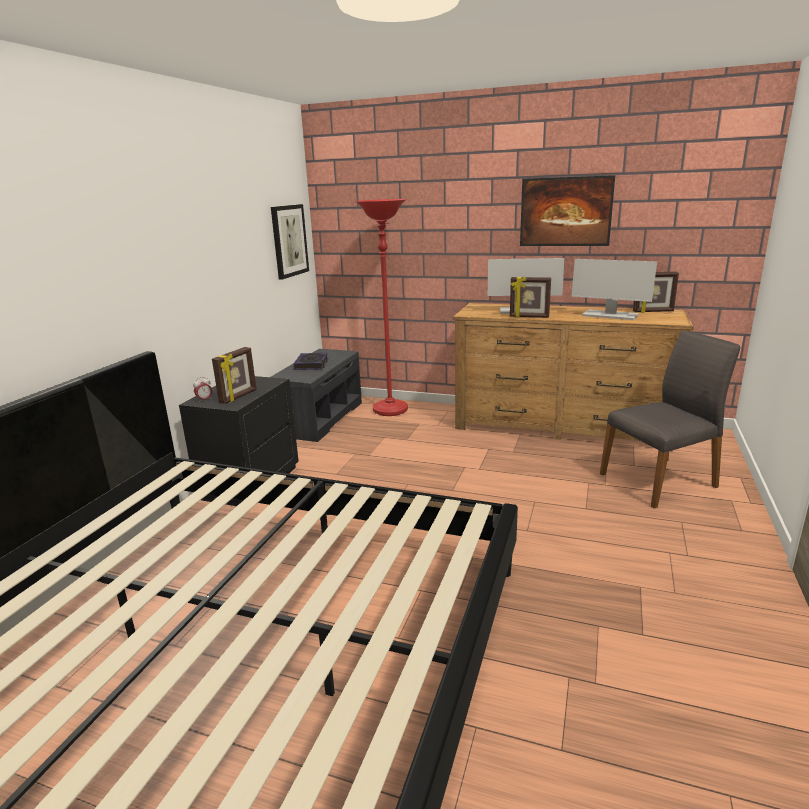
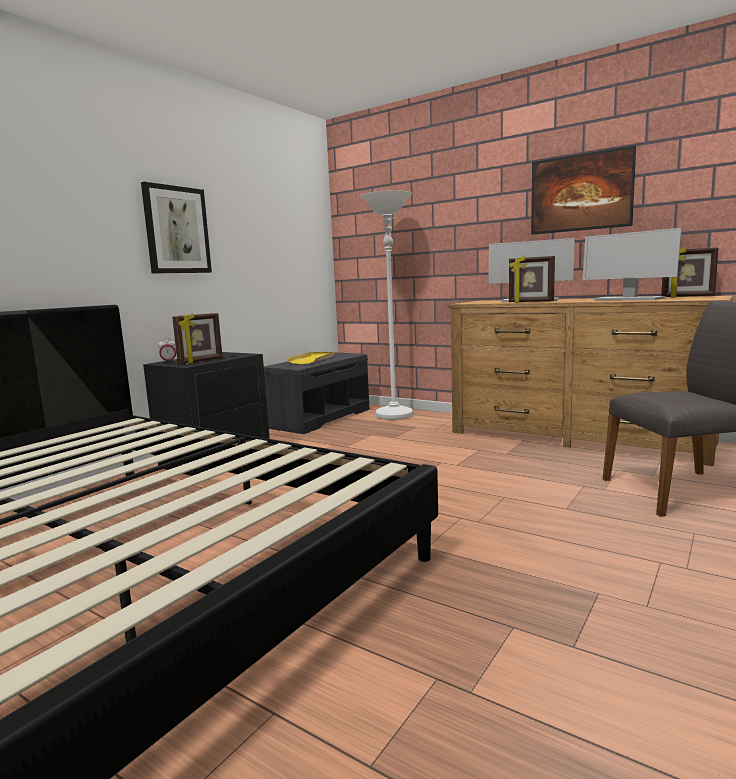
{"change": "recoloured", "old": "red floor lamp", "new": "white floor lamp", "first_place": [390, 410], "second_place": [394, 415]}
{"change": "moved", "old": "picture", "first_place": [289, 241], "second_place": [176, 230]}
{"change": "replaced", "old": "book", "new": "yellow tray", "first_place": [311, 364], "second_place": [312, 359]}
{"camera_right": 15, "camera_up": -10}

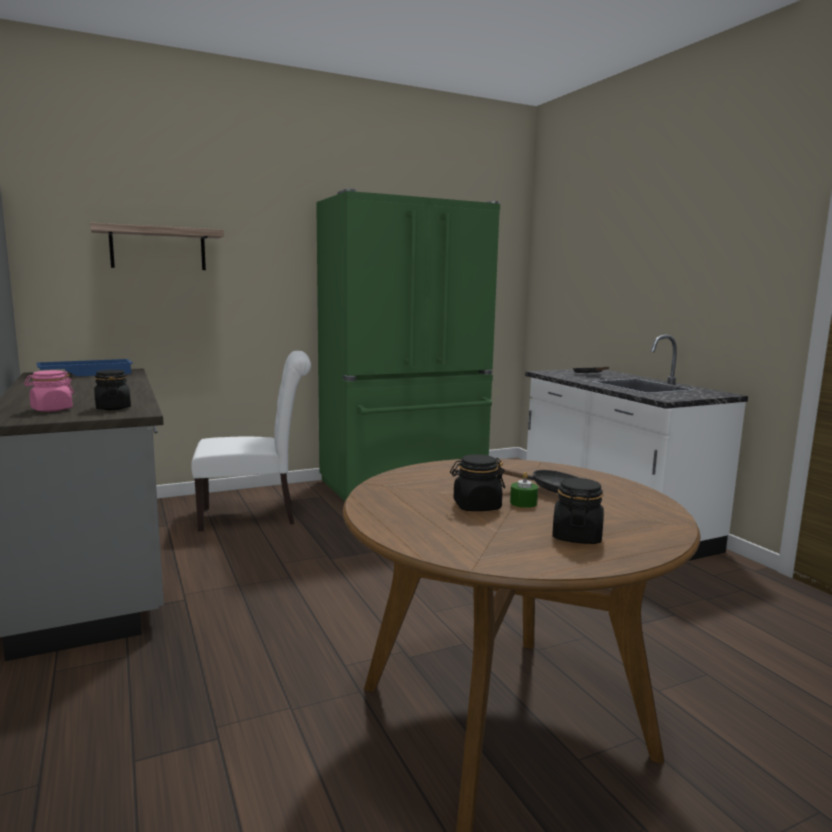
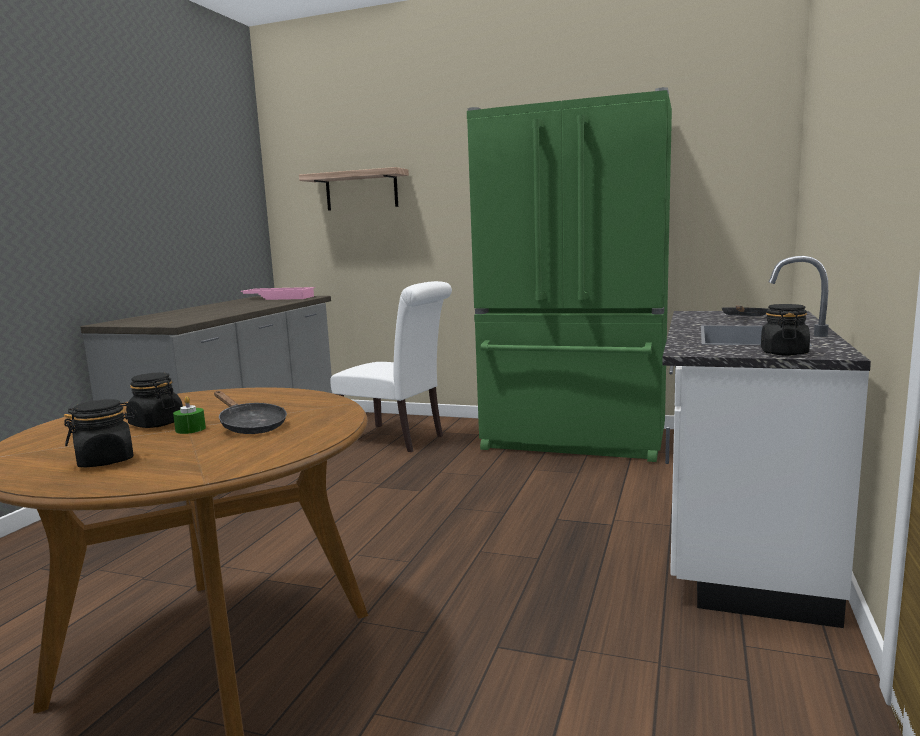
{"change": "recoloured", "old": "blue tray", "new": "pink tray", "first_place": [87, 373], "second_place": [280, 298]}
{"change": "removed", "old": "pink jar", "first_place": [51, 409]}
{"change": "moved", "old": "black jar", "first_place": [113, 408], "second_place": [783, 353]}
{"camera_right": 45, "camera_up": 0}

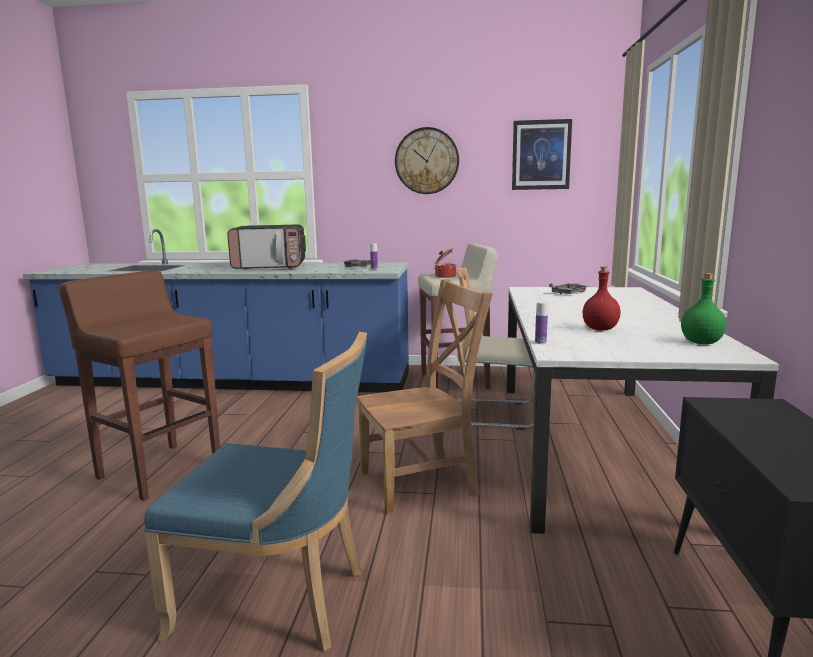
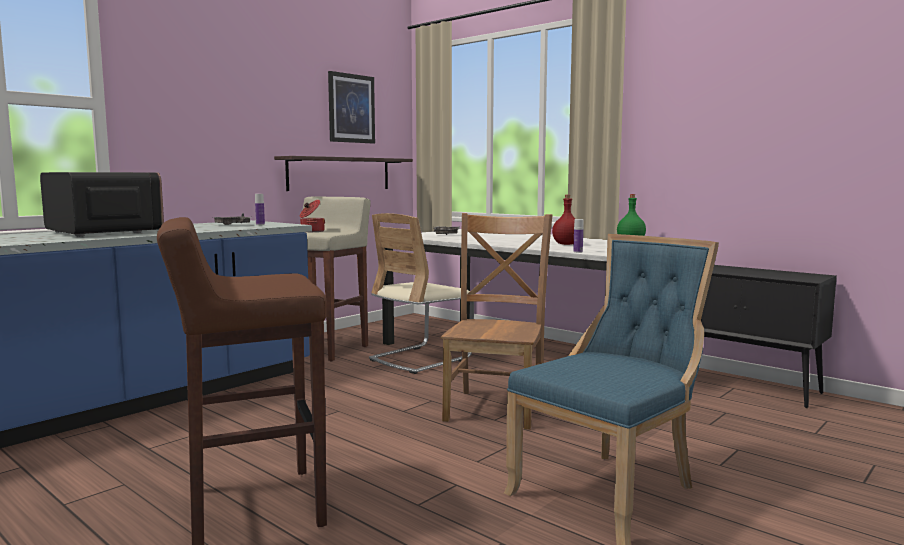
{"change": "removed", "old": "wall clock", "first_place": [427, 161]}
{"change": "turned", "old": "microwave", "first_place": [270, 266], "second_place": [103, 232], "degrees": -75}
{"change": "added", "new": "shelf", "second_place": [339, 174]}
{"camera_right": -55, "camera_up": -5}

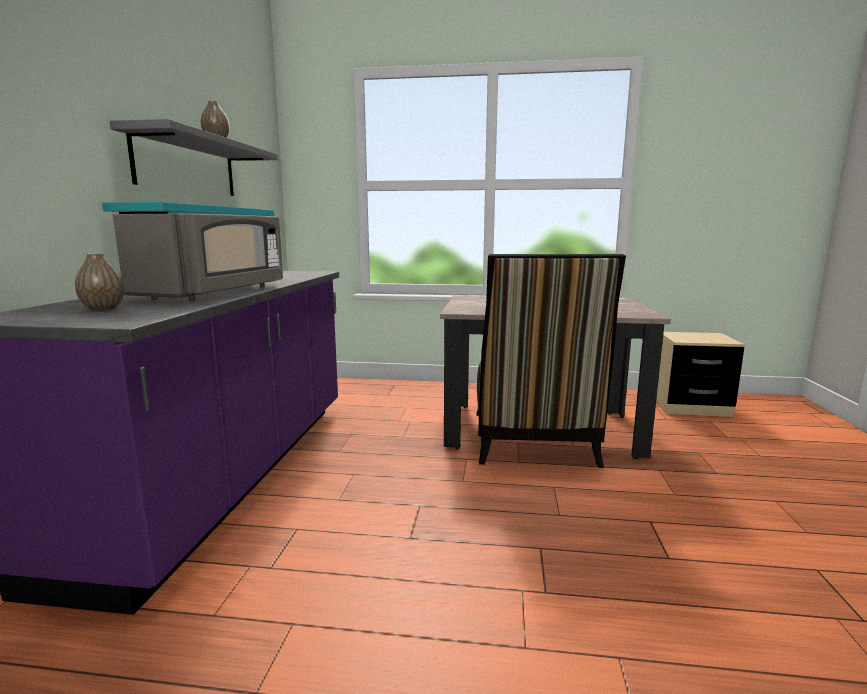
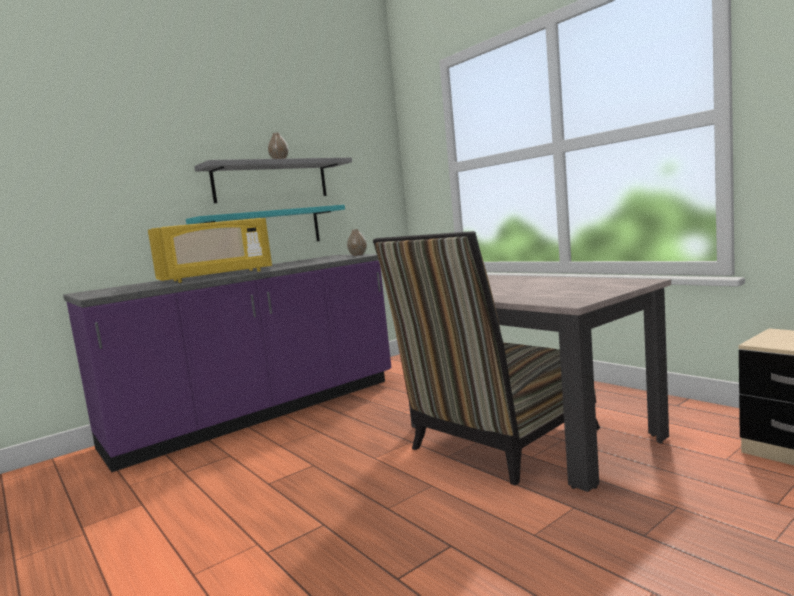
{"change": "recoloured", "old": "grey microwave", "new": "yellow microwave", "first_place": [216, 293], "second_place": [216, 276]}
{"change": "moved", "old": "vase", "first_place": [103, 308], "second_place": [358, 255]}
{"camera_right": 45, "camera_up": -5}

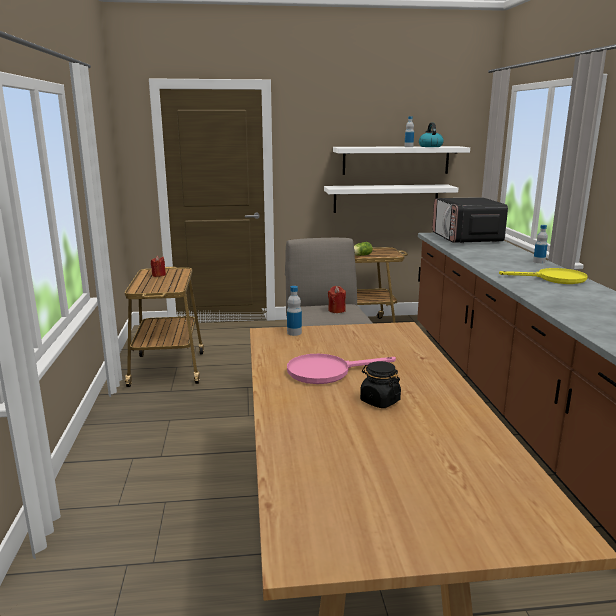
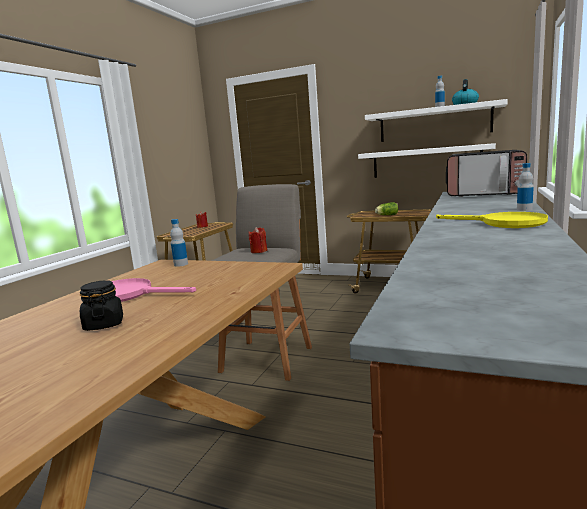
{"change": "turned", "old": "microwave", "first_place": [466, 238], "second_place": [484, 194], "degrees": -90}
{"camera_right": 30, "camera_up": -5}

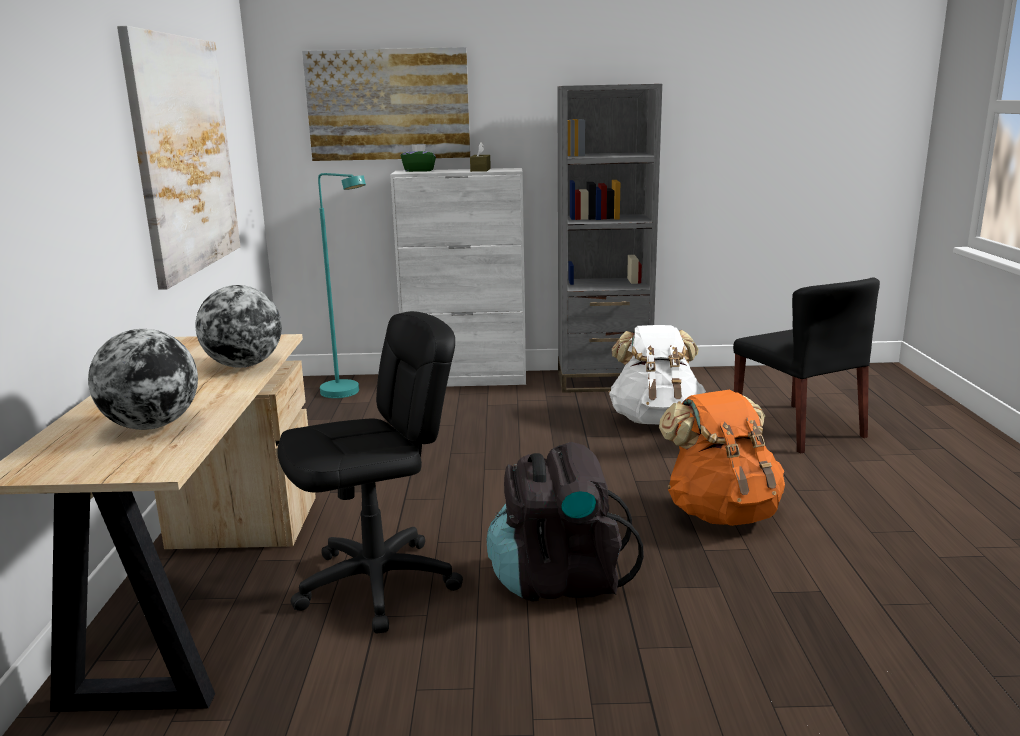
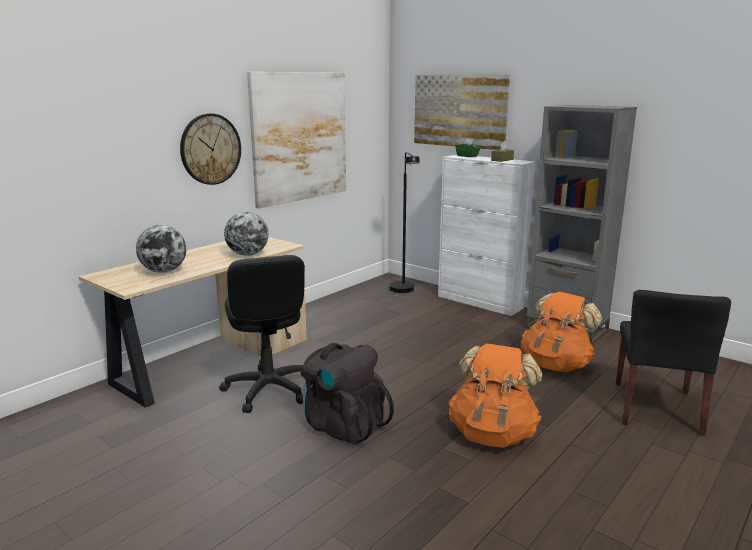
{"change": "recoloured", "old": "turquoise floor lamp", "new": "black floor lamp", "first_place": [348, 393], "second_place": [404, 291]}
{"change": "turned", "old": "black office chair", "first_place": [377, 584], "second_place": [268, 389], "degrees": 60}
{"change": "recoloured", "old": "white backpack", "new": "orange backpack", "first_place": [655, 419], "second_place": [556, 365]}
{"change": "added", "new": "wall clock", "second_place": [210, 149]}
{"camera_right": 40, "camera_up": 0}

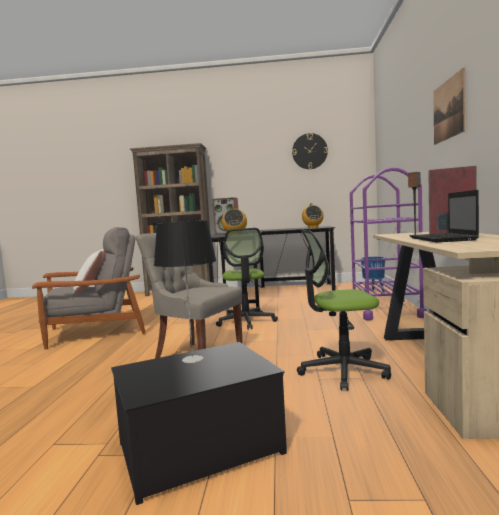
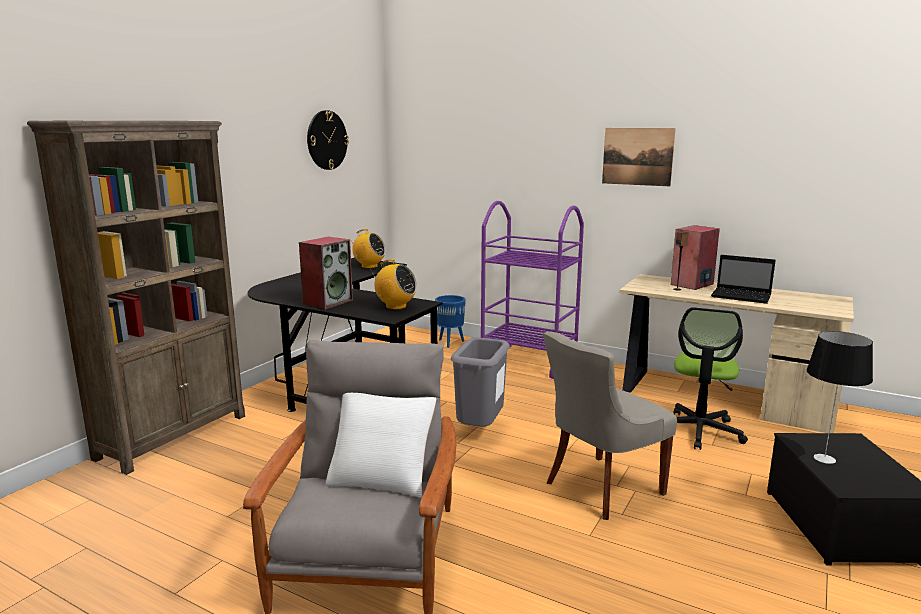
{"change": "replaced", "old": "office chair", "new": "grey trash can", "first_place": [246, 321], "second_place": [480, 430]}
{"camera_right": -65, "camera_up": 10}

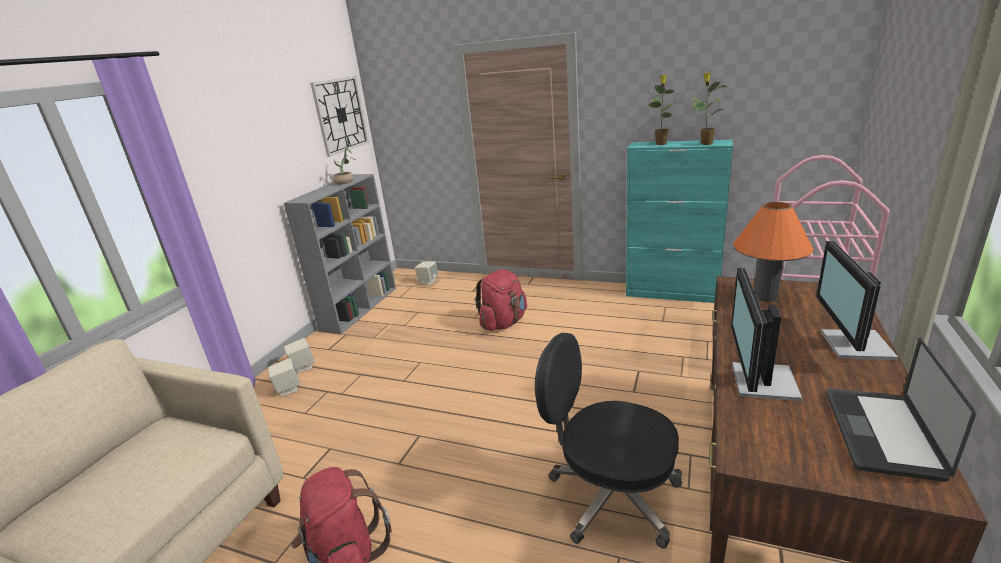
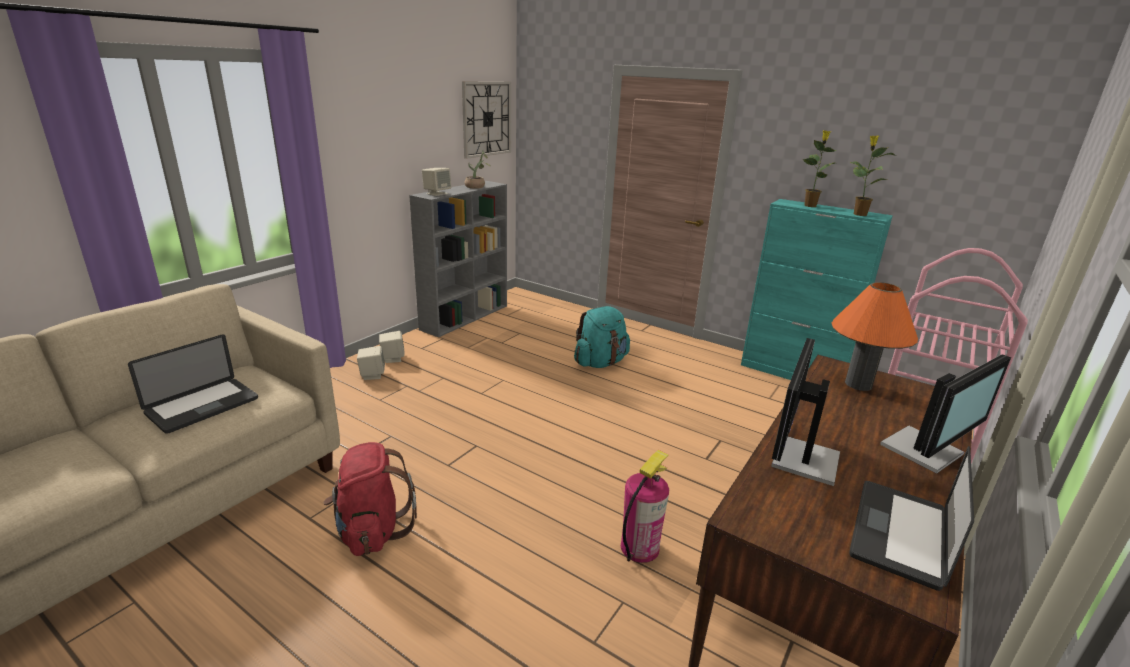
{"change": "turned", "old": "monitor", "first_place": [853, 345], "second_place": [925, 451], "degrees": -150}
{"change": "moved", "old": "beige speaker", "first_place": [428, 281], "second_place": [437, 193]}
{"change": "recoloured", "old": "red backpack", "new": "turquoise backpack", "first_place": [503, 323], "second_place": [600, 362]}
{"change": "replaced", "old": "black office chair", "new": "fire extinguisher", "first_place": [611, 496], "second_place": [639, 547]}
{"change": "added", "new": "laptop", "second_place": [202, 406]}
{"camera_right": 10, "camera_up": 0}

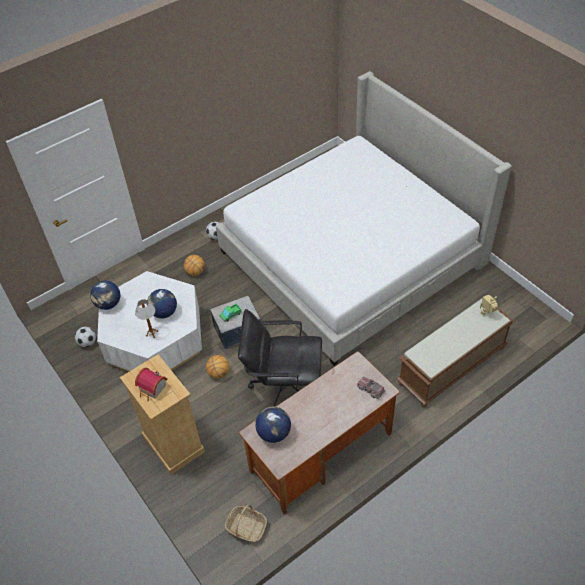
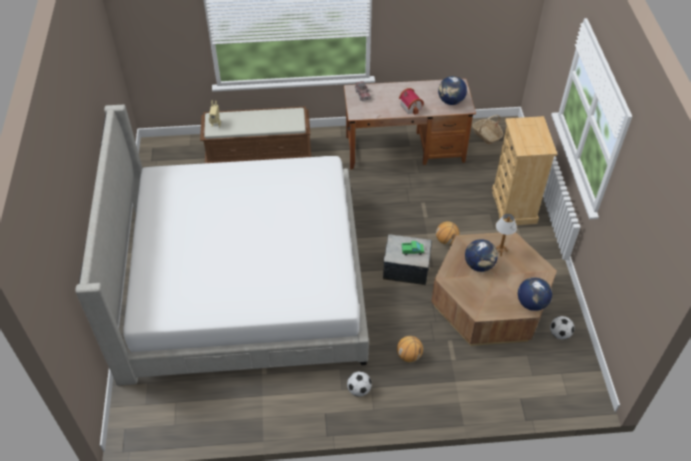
{"change": "recoloured", "old": "white coffee table", "new": "brown coffee table", "first_place": [155, 338], "second_place": [489, 302]}
{"change": "removed", "old": "black office chair", "first_place": [283, 387]}
{"change": "moved", "old": "toy house", "first_place": [152, 389], "second_place": [411, 106]}
{"camera_right": -150, "camera_up": 0}

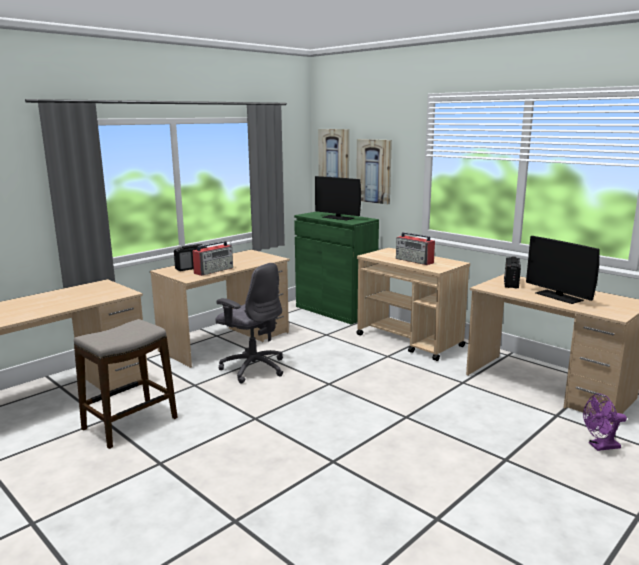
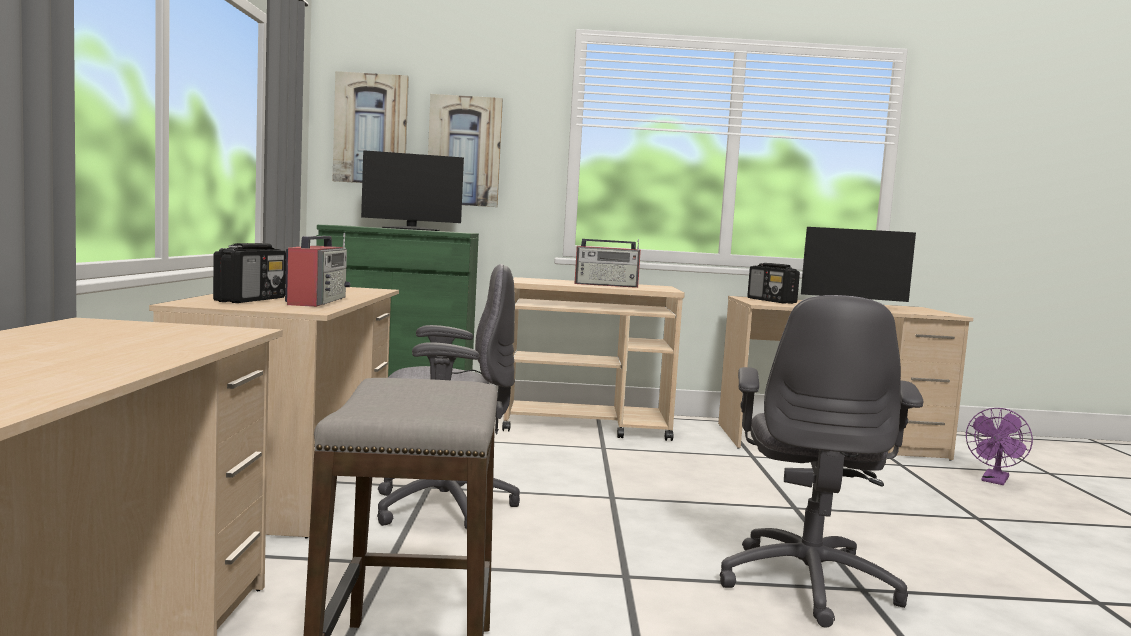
{"change": "added", "new": "grey office chair", "second_place": [808, 583]}
{"camera_right": -45, "camera_up": -10}

